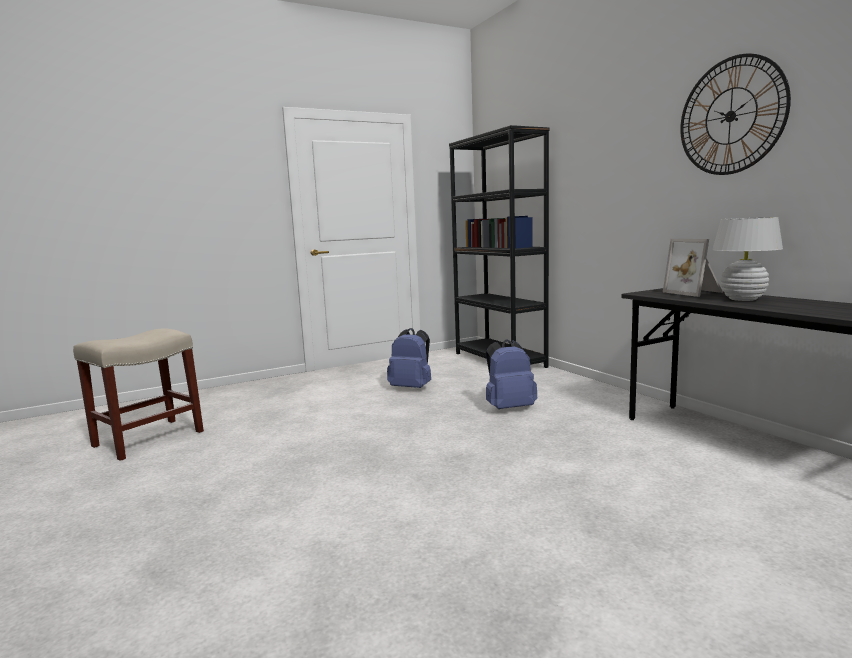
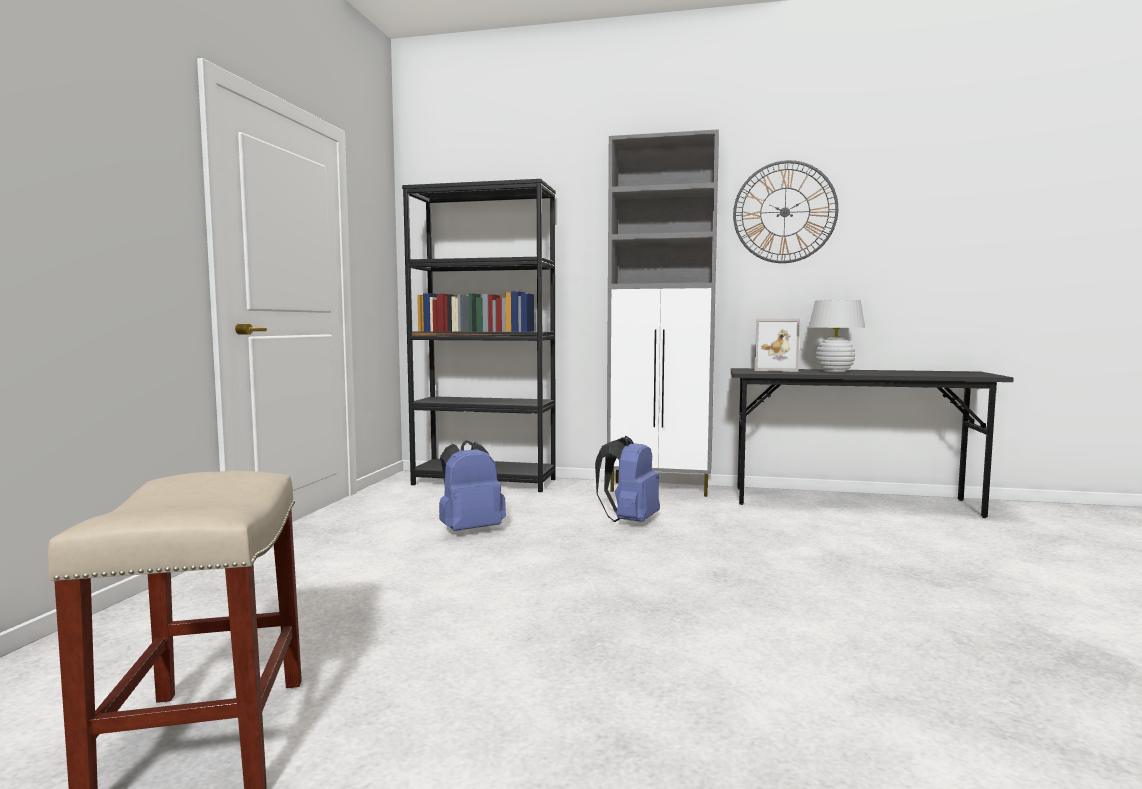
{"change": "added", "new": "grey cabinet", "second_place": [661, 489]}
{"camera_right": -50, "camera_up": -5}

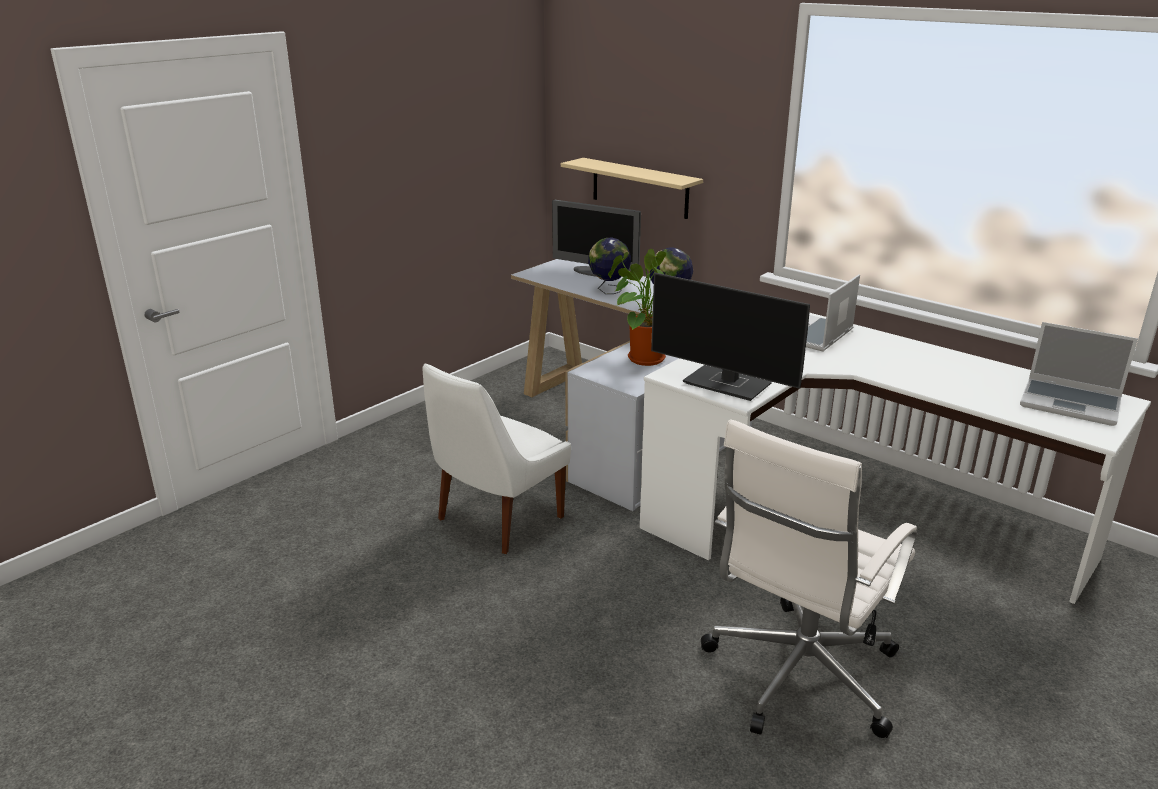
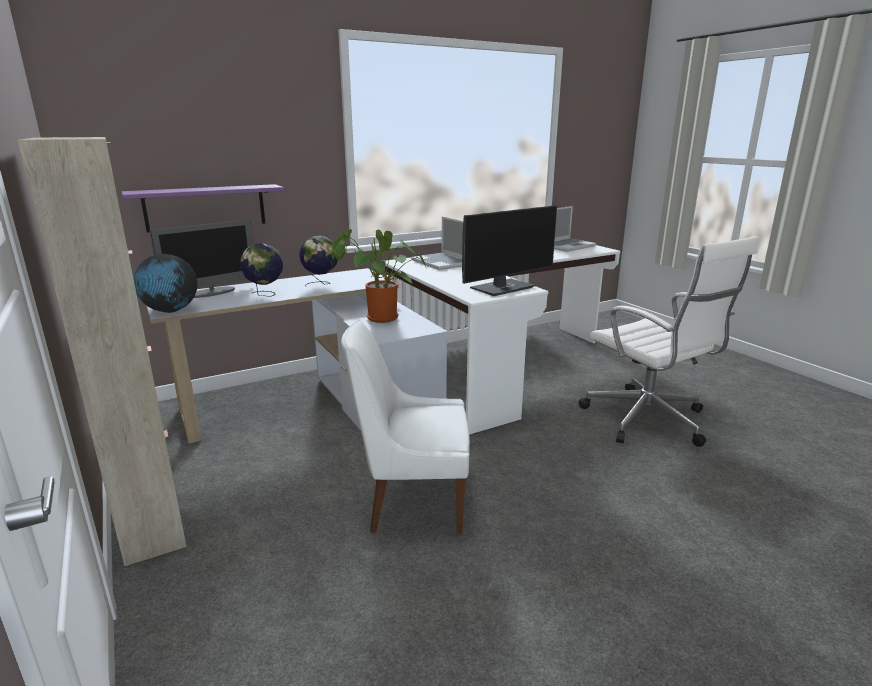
{"change": "recoloured", "old": "beige shelf", "new": "purple shelf", "first_place": [639, 188], "second_place": [205, 207]}
{"change": "turned", "old": "white chair", "first_place": [496, 520], "second_place": [412, 501], "degrees": 120}
{"change": "added", "new": "beige cabinet", "second_place": [152, 520]}
{"change": "added", "new": "globe", "second_place": [170, 311]}
{"camera_right": -70, "camera_up": -5}

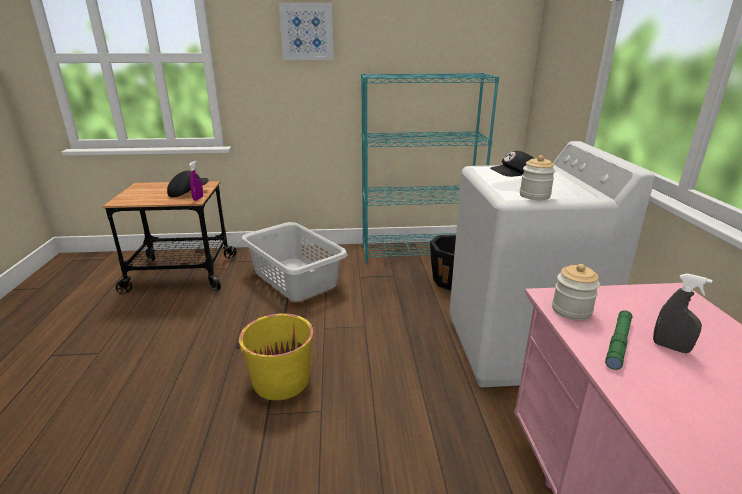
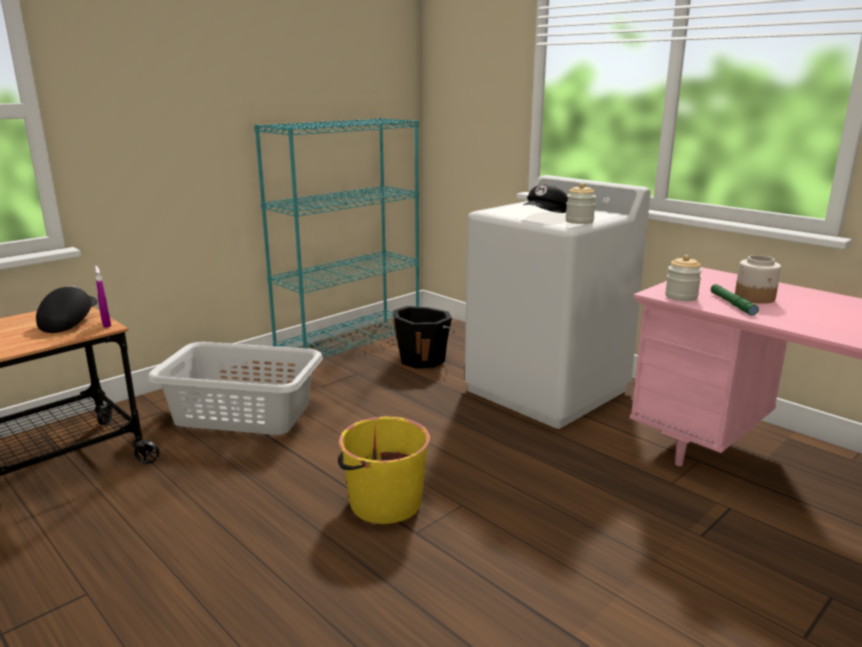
{"change": "removed", "old": "picture", "first_place": [307, 31]}
{"change": "replaced", "old": "grey spray bottle", "new": "jar", "first_place": [670, 347], "second_place": [755, 298]}
{"camera_right": -40, "camera_up": -5}

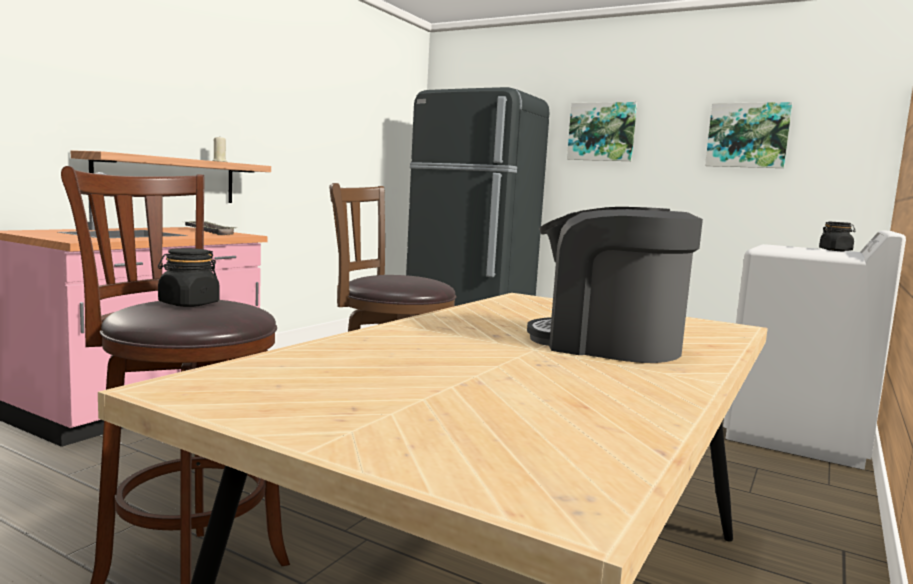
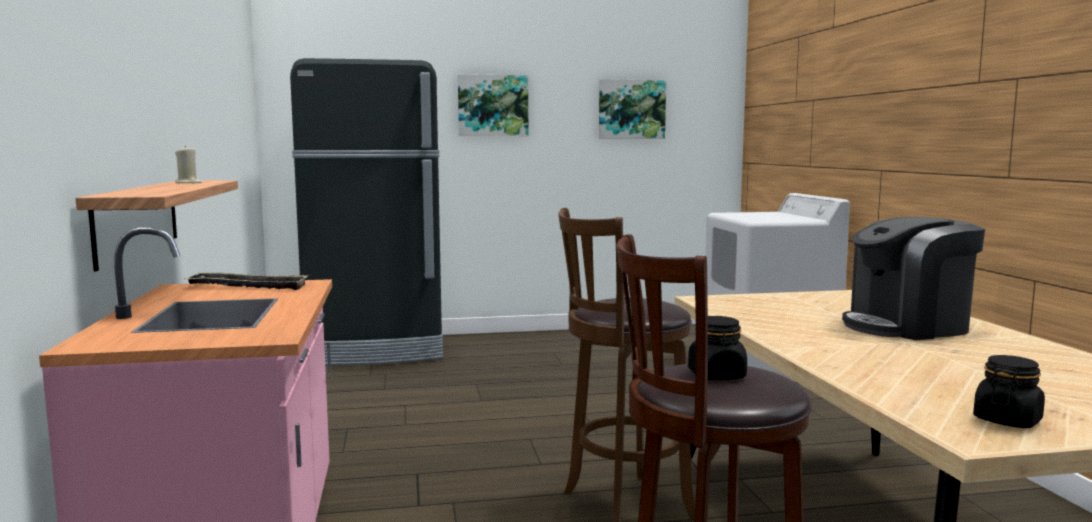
{"change": "moved", "old": "black jar", "first_place": [835, 250], "second_place": [1007, 420]}
{"camera_right": -40, "camera_up": 0}

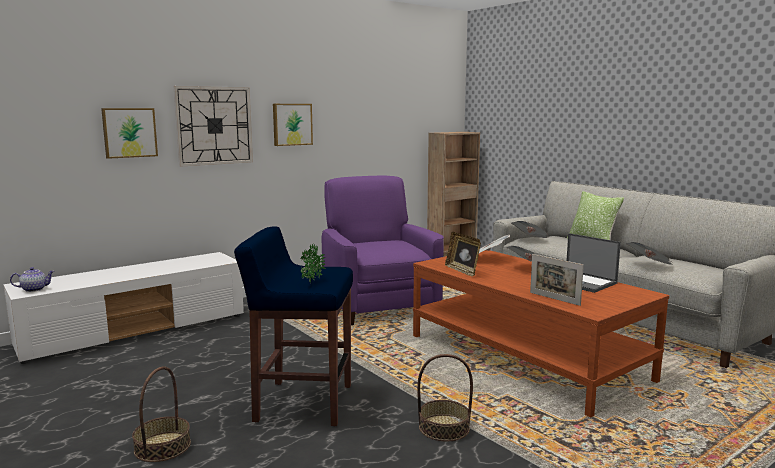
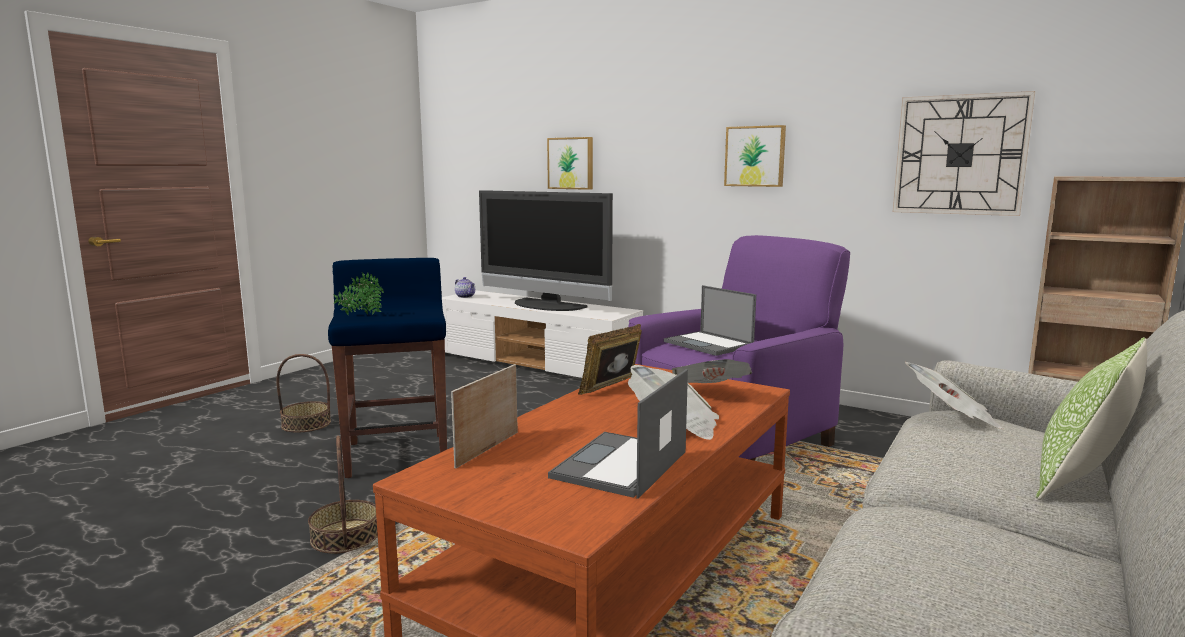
{"change": "moved", "old": "wall clock", "first_place": [214, 125], "second_place": [960, 155]}
{"change": "removed", "old": "newspaper", "first_place": [650, 265]}
{"change": "added", "new": "television", "second_place": [545, 306]}
{"change": "added", "new": "laptop", "second_place": [709, 344]}
{"camera_right": 70, "camera_up": 0}

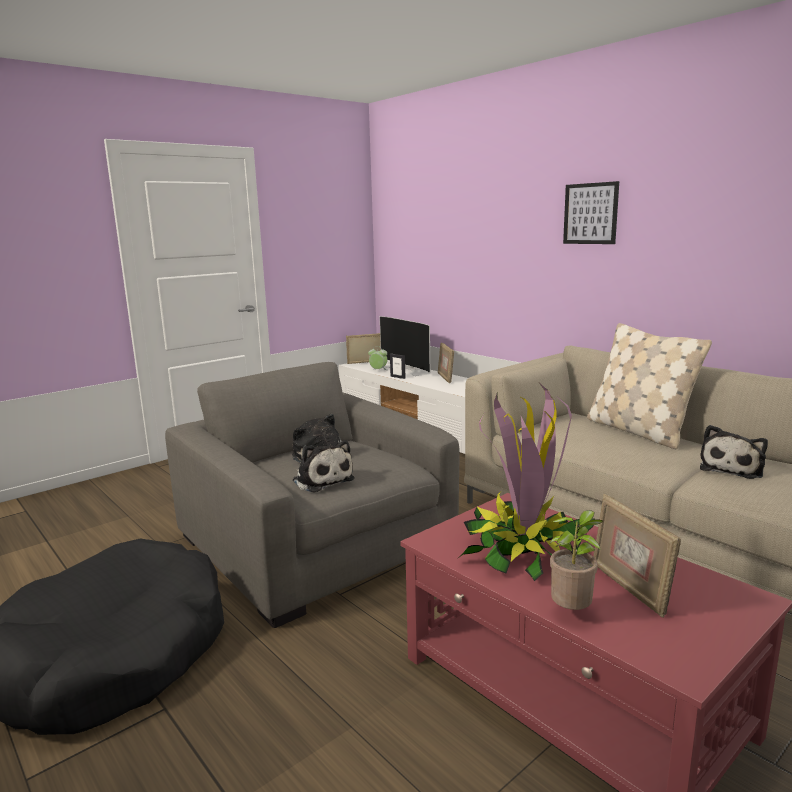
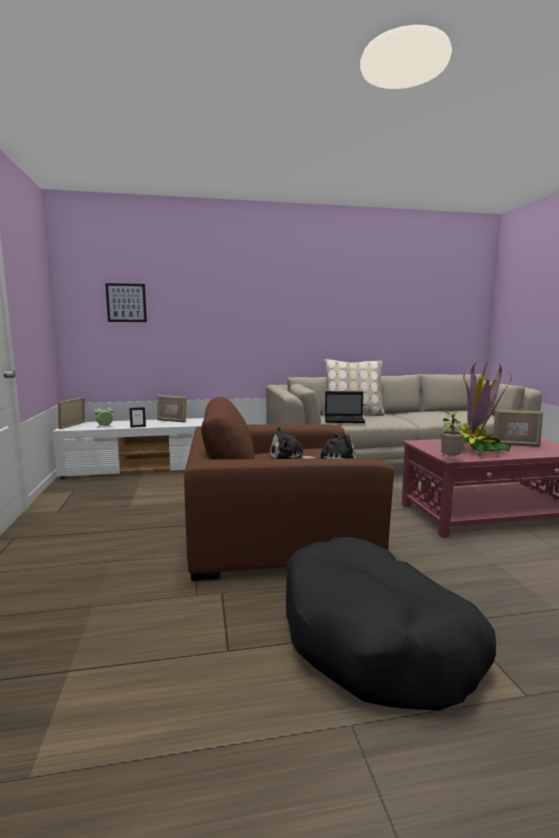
{"change": "moved", "old": "picture", "first_place": [590, 213], "second_place": [126, 303]}
{"change": "removed", "old": "television", "first_place": [409, 369]}
{"change": "recoloured", "old": "grey armchair", "new": "brown armchair", "first_place": [316, 542], "second_place": [279, 533]}
{"change": "removed", "old": "plush toy", "first_place": [732, 468]}
{"change": "moved", "old": "potted plant", "first_place": [572, 612], "second_place": [449, 460]}
{"change": "added", "new": "laptop", "second_place": [345, 420]}
{"camera_right": -60, "camera_up": -5}

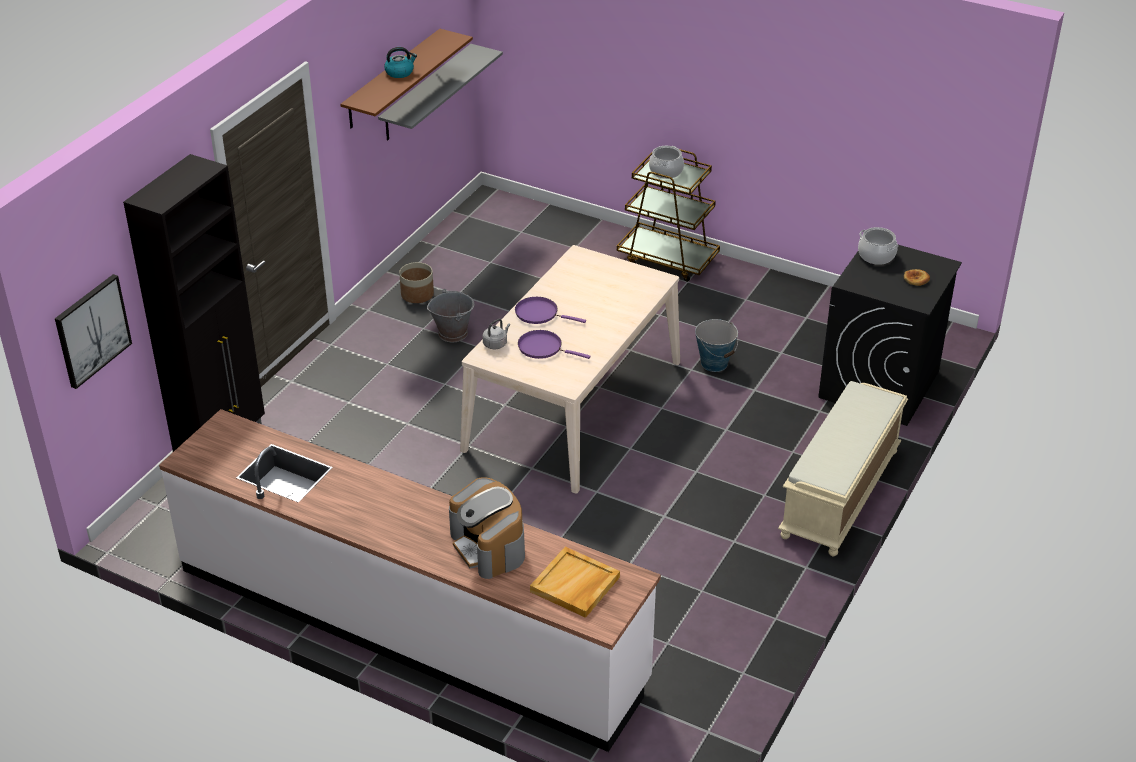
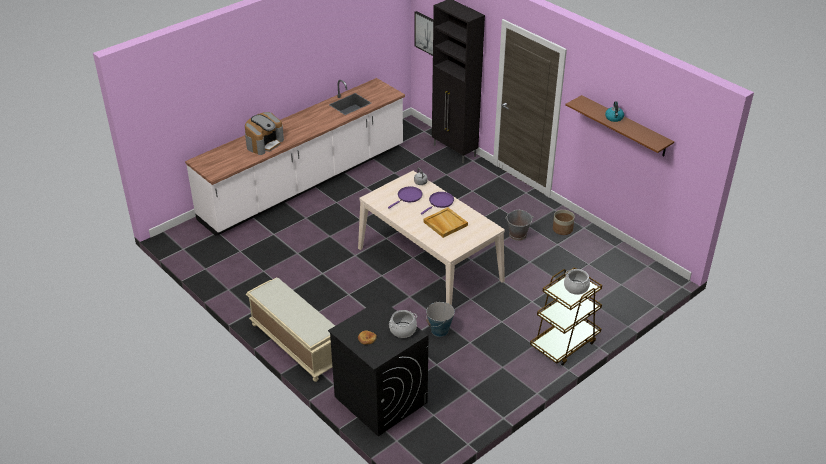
{"change": "removed", "old": "grey shelf", "first_place": [426, 92]}
{"change": "turned", "old": "coffee machine", "first_place": [489, 547], "second_place": [264, 143], "degrees": 135}
{"change": "moved", "old": "beige tray", "first_place": [575, 585], "second_place": [445, 224]}
{"camera_right": 110, "camera_up": 0}

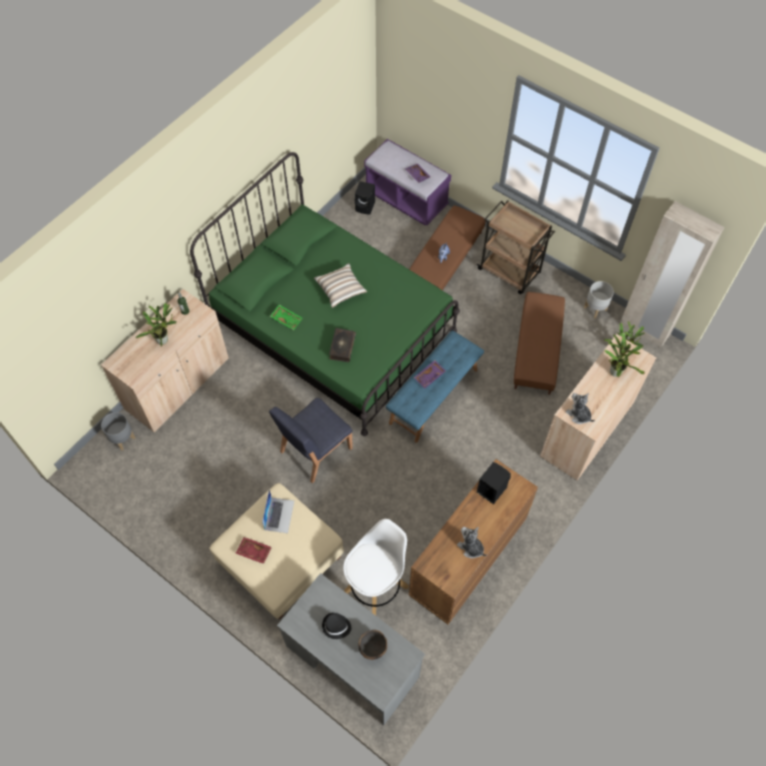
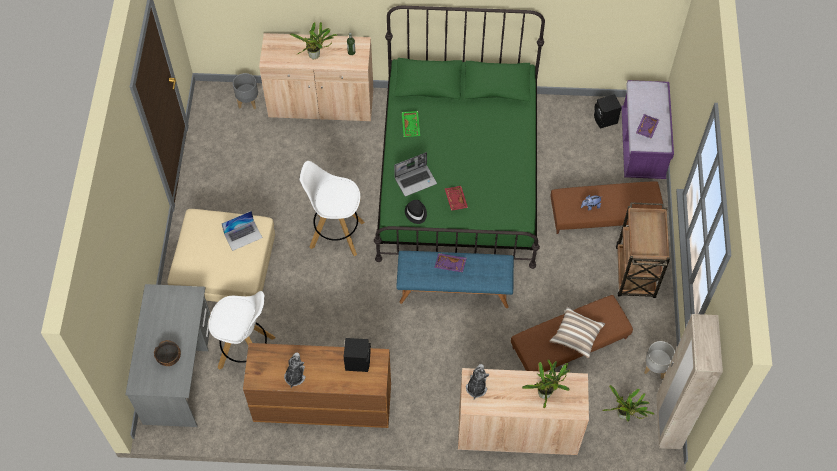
{"change": "moved", "old": "pillow", "first_place": [340, 290], "second_place": [576, 336]}
{"change": "replaced", "old": "book", "new": "laptop", "first_place": [342, 347], "second_place": [416, 180]}
{"change": "replaced", "old": "blue chair", "new": "white stool", "first_place": [315, 450], "second_place": [336, 234]}
{"change": "moved", "old": "red tray", "first_place": [253, 552], "second_place": [455, 200]}
{"change": "moved", "old": "black hat", "first_place": [336, 626], "second_place": [416, 213]}
{"camera_right": 55, "camera_up": 0}

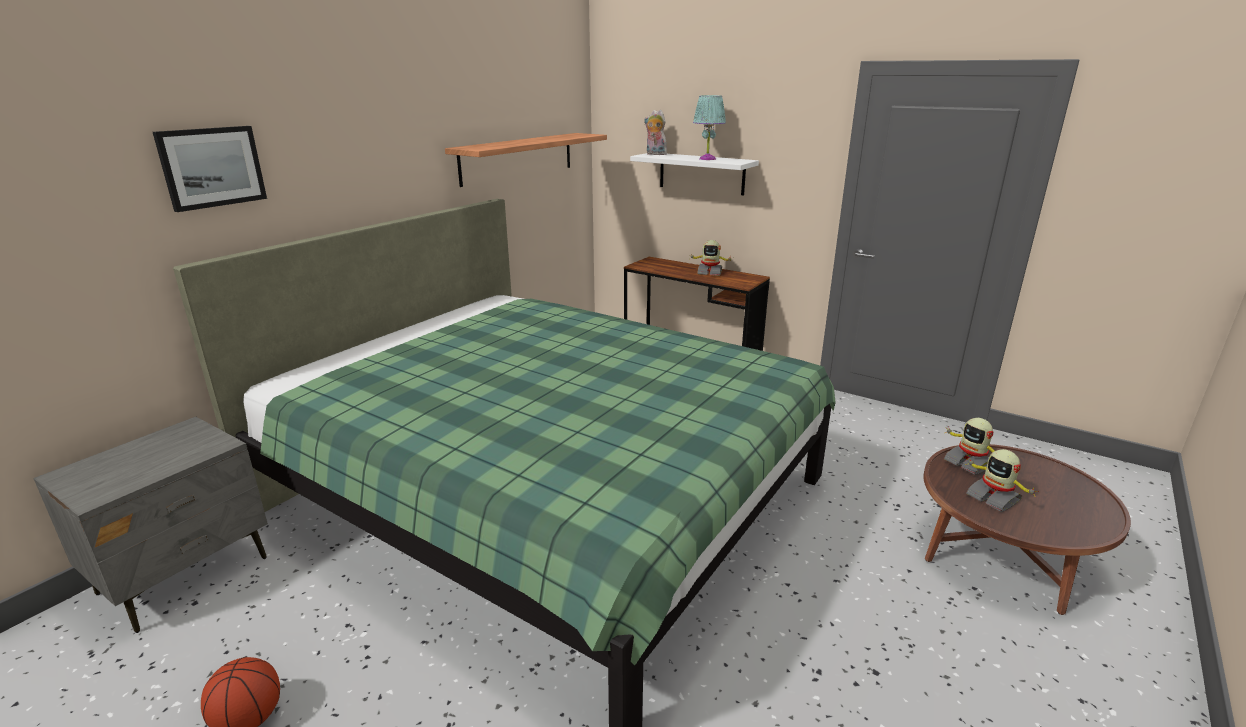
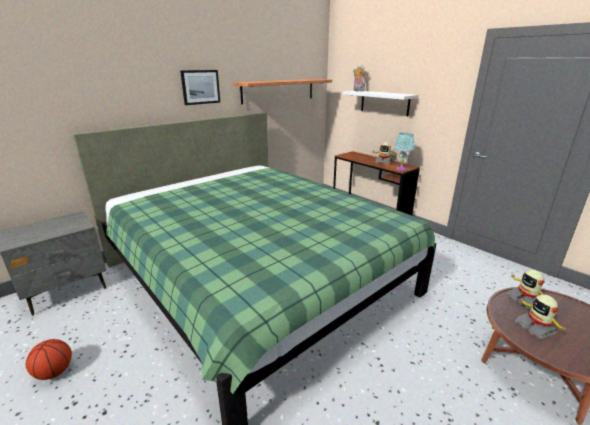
{"change": "moved", "old": "turquoise table lamp", "first_place": [707, 159], "second_place": [401, 169]}
{"change": "moved", "old": "picture", "first_place": [212, 167], "second_place": [200, 87]}
{"camera_right": 15, "camera_up": 0}

